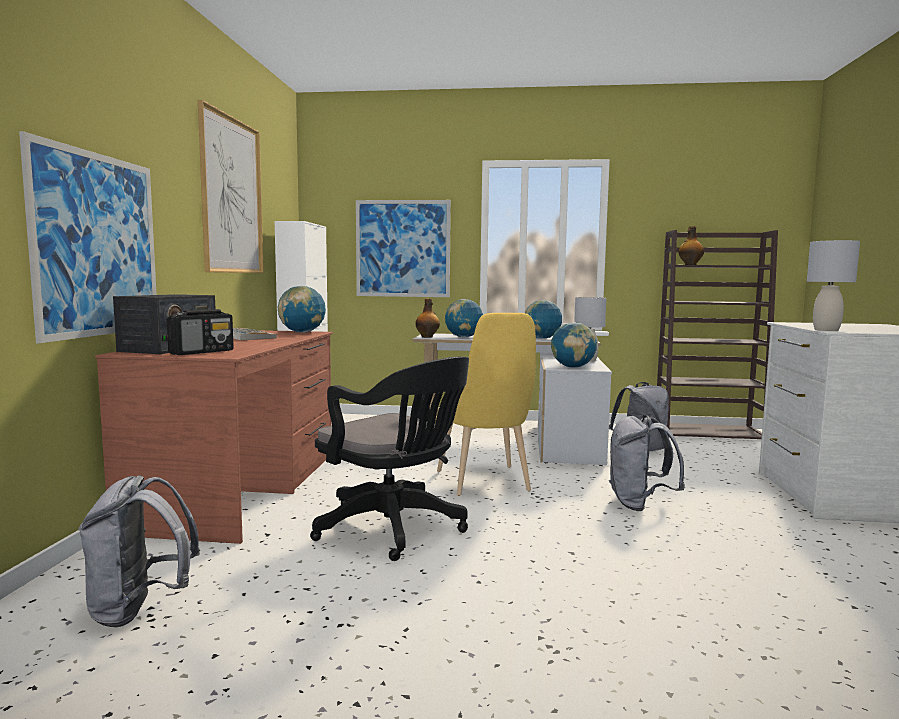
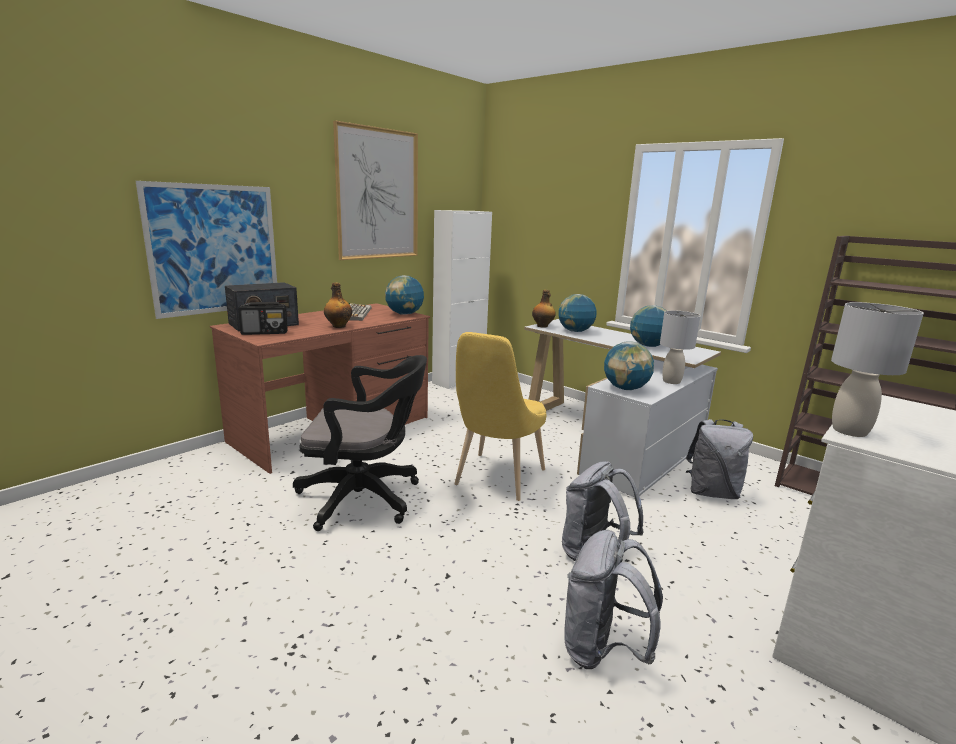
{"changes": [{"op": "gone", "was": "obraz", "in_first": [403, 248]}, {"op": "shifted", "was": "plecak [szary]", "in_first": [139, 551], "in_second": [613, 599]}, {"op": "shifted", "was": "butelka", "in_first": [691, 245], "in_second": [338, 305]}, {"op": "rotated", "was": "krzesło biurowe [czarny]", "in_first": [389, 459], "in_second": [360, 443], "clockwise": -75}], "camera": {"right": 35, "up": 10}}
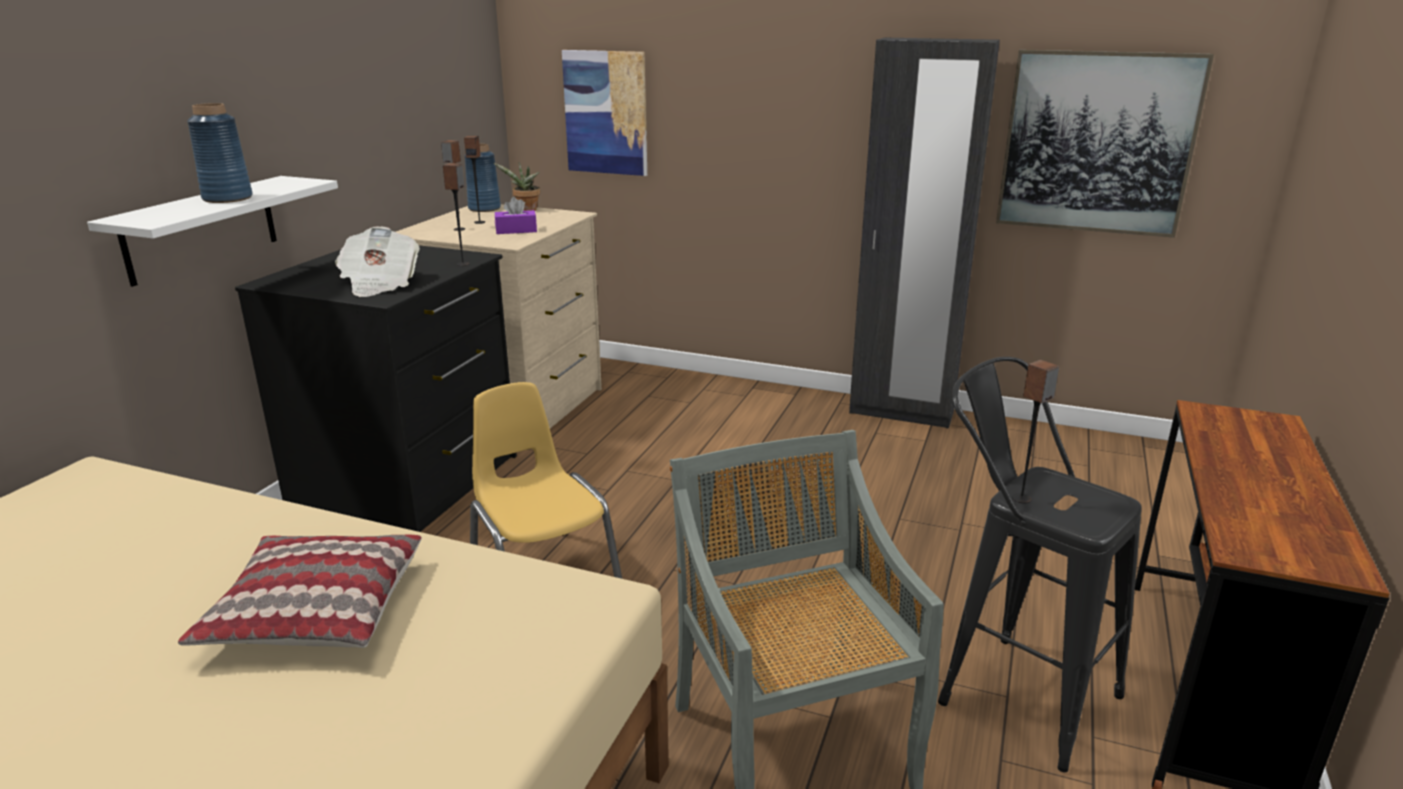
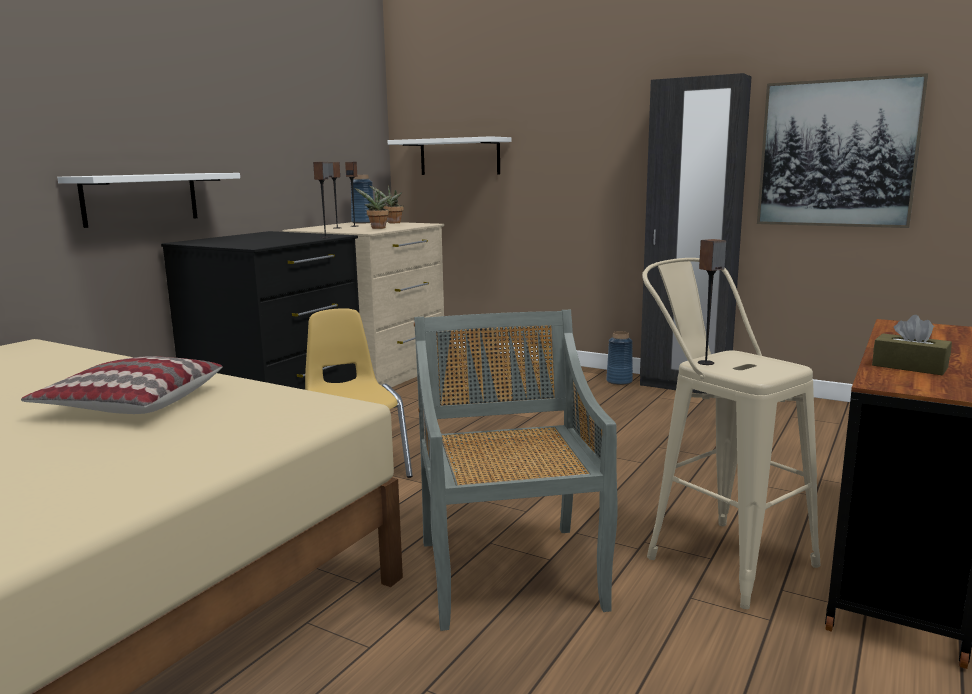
{"changes": [{"op": "gone", "was": "gazeta", "in_first": [377, 262]}, {"op": "new", "now": "pudełko chusteczek [brązowy]", "in_second": [912, 345]}, {"op": "shifted", "was": "wazon [niebieski]", "in_first": [220, 153], "in_second": [619, 358]}, {"op": "swapped", "was": "pudełko chusteczek [fioletowy]", "now": "roślina doniczkowa", "in_first": [516, 215], "in_second": [373, 208]}, {"op": "swapped", "was": "obraz", "now": "półka [biały]", "in_first": [604, 113], "in_second": [450, 155]}, {"op": "repainted", "was": "stołek [czarny]", "now": "stołek [beżowy]", "in_first": [1040, 564], "in_second": [731, 433]}], "camera": {"right": 10, "up": -10}}
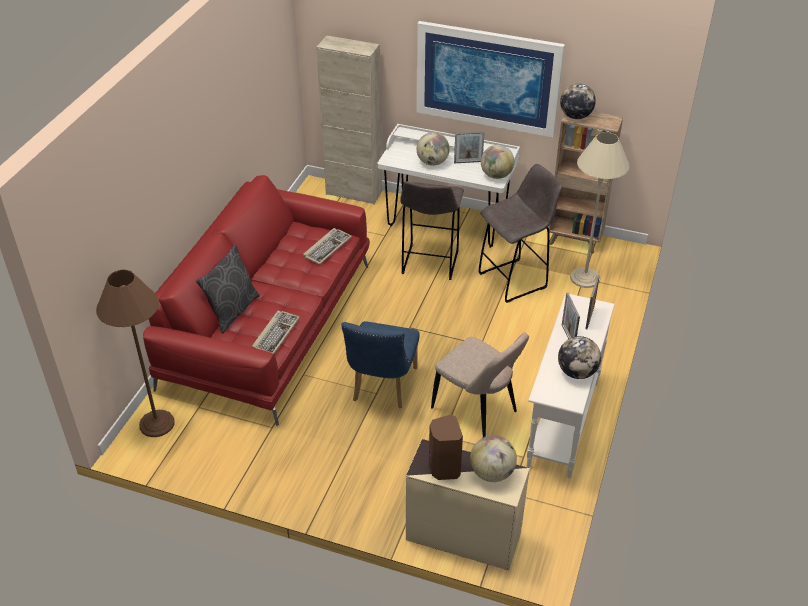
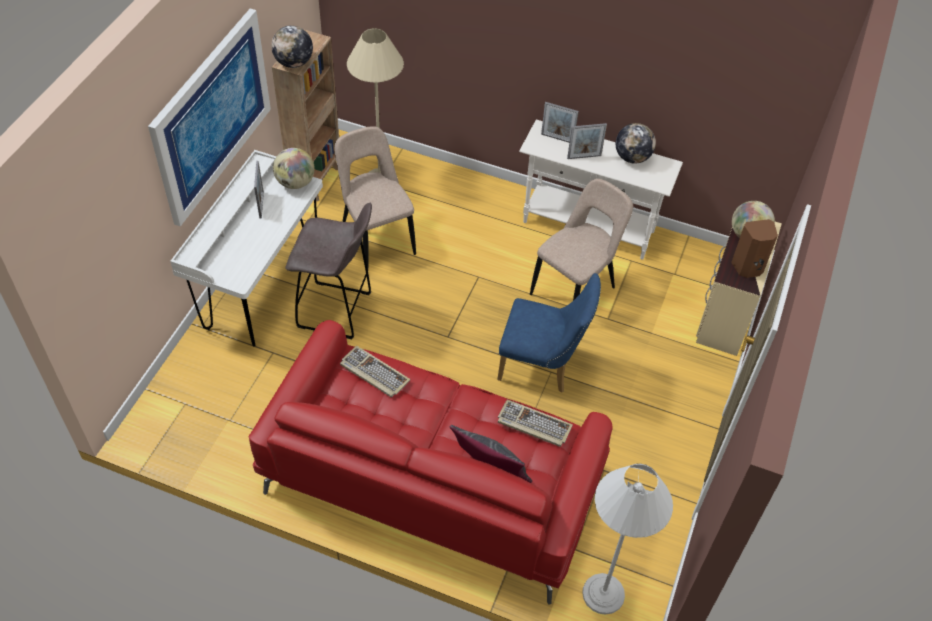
{"changes": [{"op": "gone", "was": "szafka [beżowy]", "in_first": [349, 120]}, {"op": "gone", "was": "globus", "in_first": [433, 149]}, {"op": "swapped", "was": "stołek [szary]", "now": "krzesło [beżowy]", "in_first": [520, 233], "in_second": [375, 197]}, {"op": "repainted", "was": "lampa stojąca [brązowy]", "now": "lampa stojąca [biały]", "in_first": [135, 353], "in_second": [627, 539]}], "camera": {"right": -90, "up": 10}}
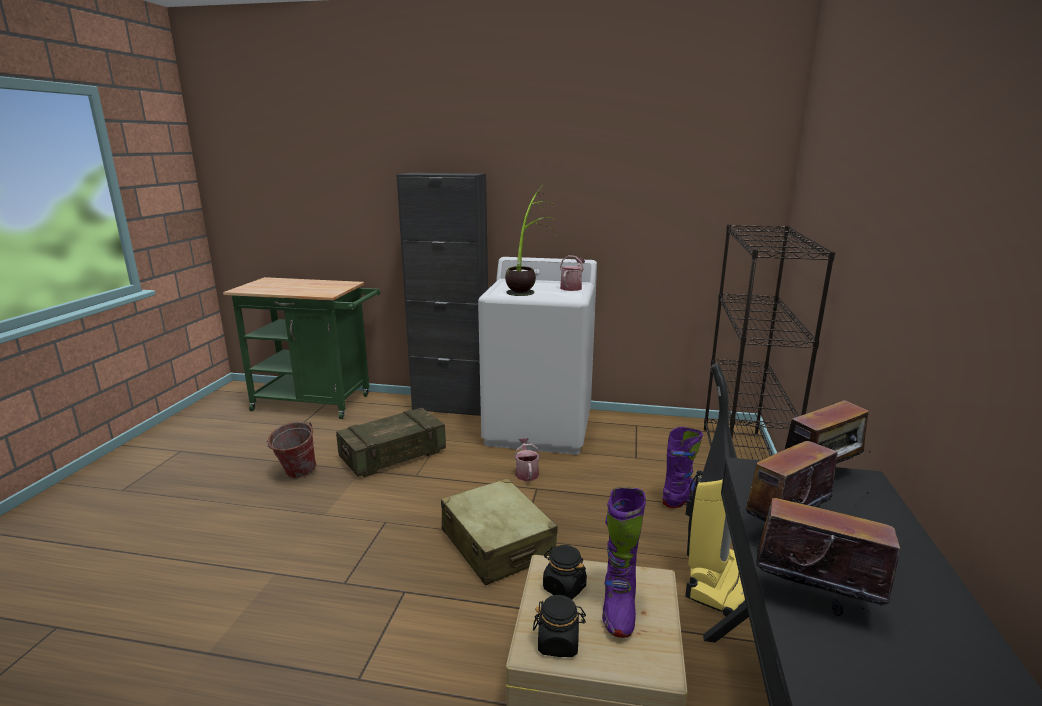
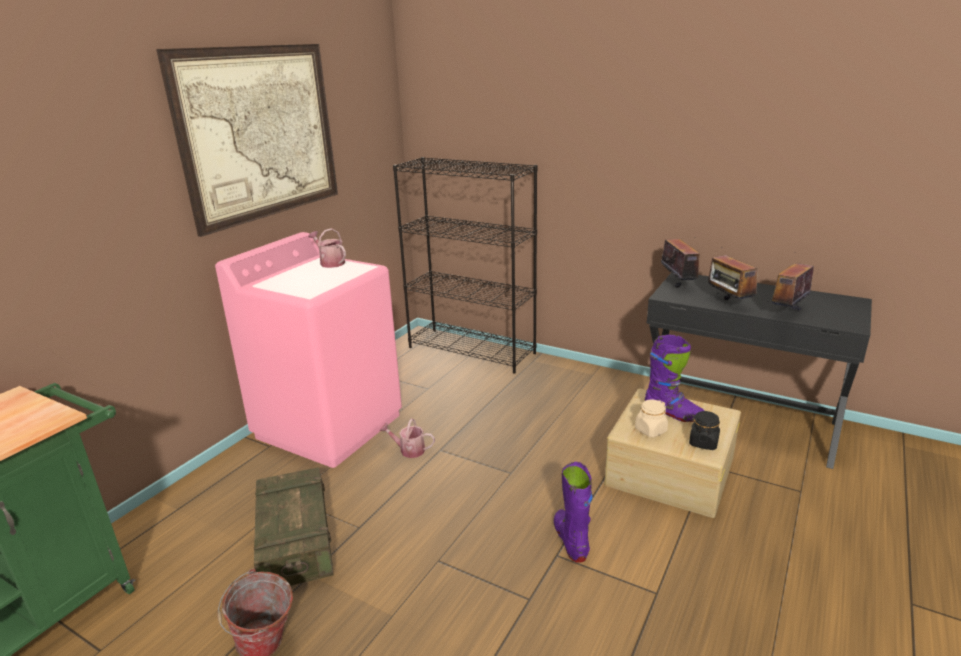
{"changes": [{"op": "gone", "was": "szafka [czarny]", "in_first": [442, 294]}, {"op": "gone", "was": "walizka [beżowy]", "in_first": [499, 532]}, {"op": "gone", "was": "roślina doniczkowa", "in_first": [530, 240]}, {"op": "gone", "was": "odkurzacz", "in_first": [715, 490]}, {"op": "new", "now": "obraz", "in_second": [247, 140]}, {"op": "shifted", "was": "but z cholewką [fioletowy]", "in_first": [683, 467], "in_second": [573, 512]}, {"op": "repainted", "was": "pralka [biały]", "now": "pralka [różowy]", "in_first": [537, 356], "in_second": [308, 350]}, {"op": "repainted", "was": "słoik [czarny]", "now": "słoik [beżowy]", "in_first": [565, 572], "in_second": [651, 418]}], "camera": {"right": -70, "up": 5}}
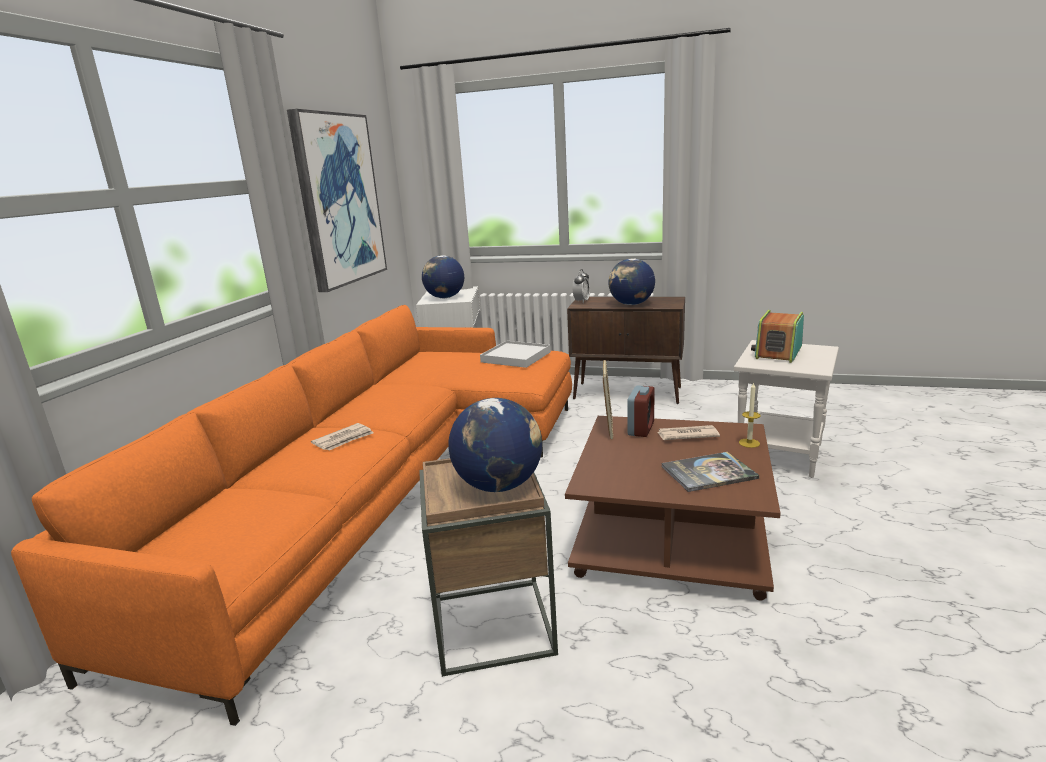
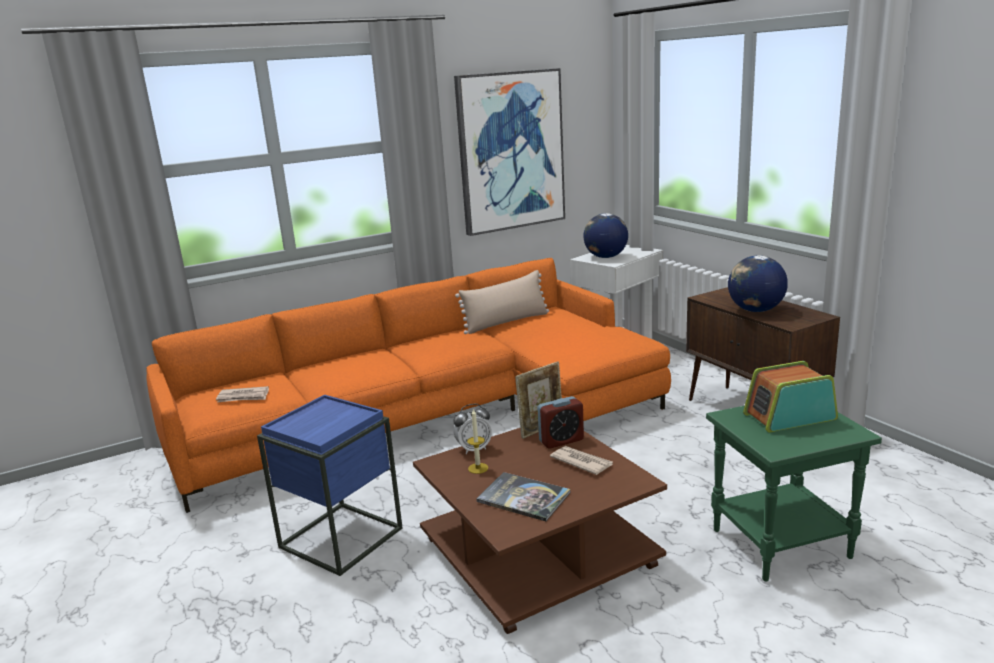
{"changes": [{"op": "gone", "was": "globus", "in_first": [495, 445]}, {"op": "gone", "was": "taca [biały]", "in_first": [515, 354]}, {"op": "new", "now": "poduszka [beżowy]", "in_second": [502, 302]}, {"op": "shifted", "was": "gazeta", "in_first": [342, 436], "in_second": [242, 394]}, {"op": "shifted", "was": "budzik", "in_first": [581, 286], "in_second": [472, 429]}, {"op": "shifted", "was": "świeca", "in_first": [749, 415], "in_second": [477, 441]}, {"op": "repainted", "was": "stolik [brązowy]", "now": "stolik [niebieski]", "in_first": [488, 567], "in_second": [330, 485]}, {"op": "repainted", "was": "stolik [biały]", "now": "stolik [zielony]", "in_first": [786, 409], "in_second": [794, 493]}], "camera": {"right": 45, "up": 0}}
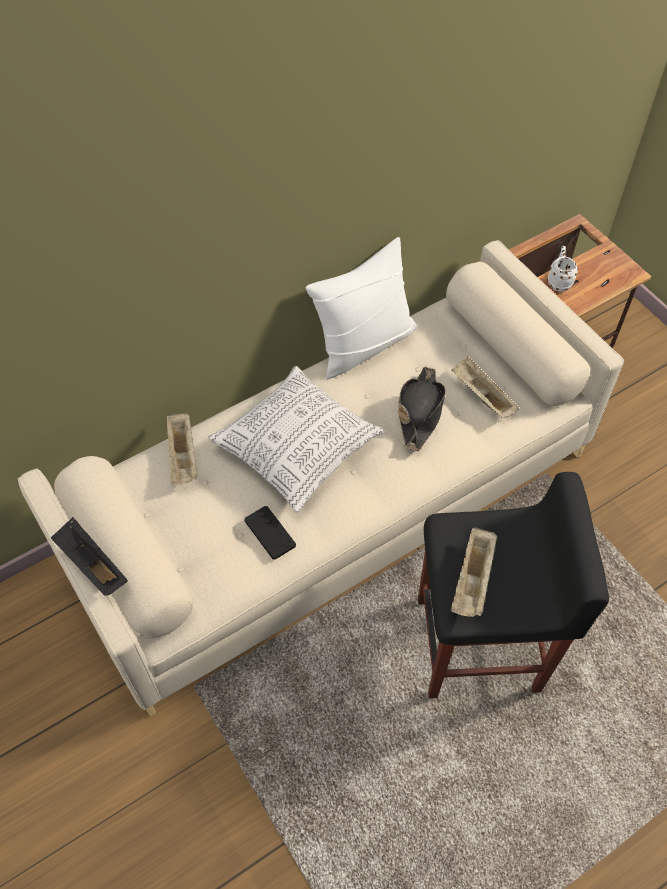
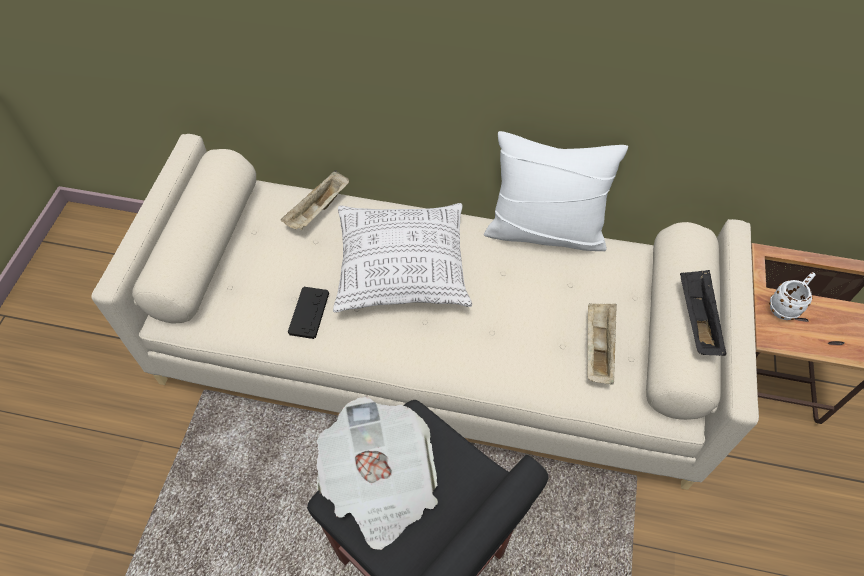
{"changes": [{"op": "gone", "was": "kapelusz [czarny]", "in_first": [422, 409]}, {"op": "shifted", "was": "taca [czarny]", "in_first": [89, 556], "in_second": [703, 313]}, {"op": "swapped", "was": "taca [beżowy]", "now": "gazeta", "in_first": [474, 572], "in_second": [377, 473]}], "camera": {"right": 45, "up": 0}}
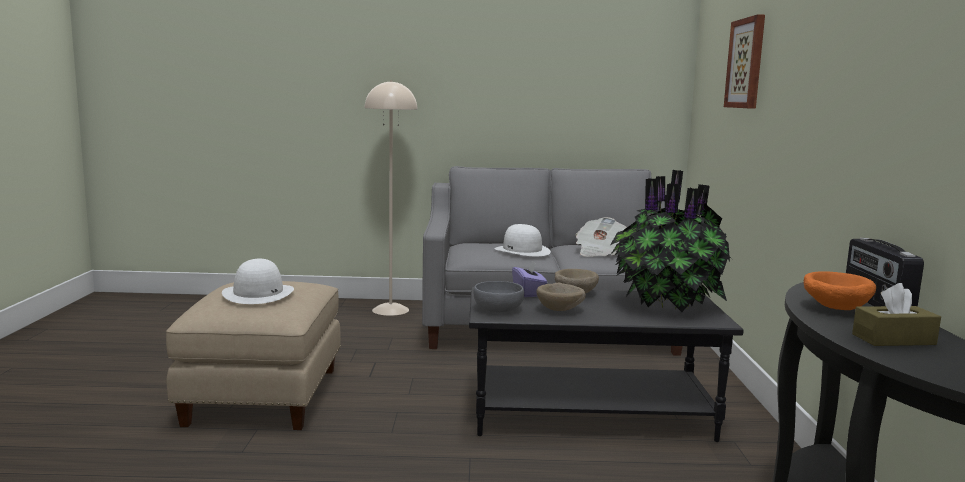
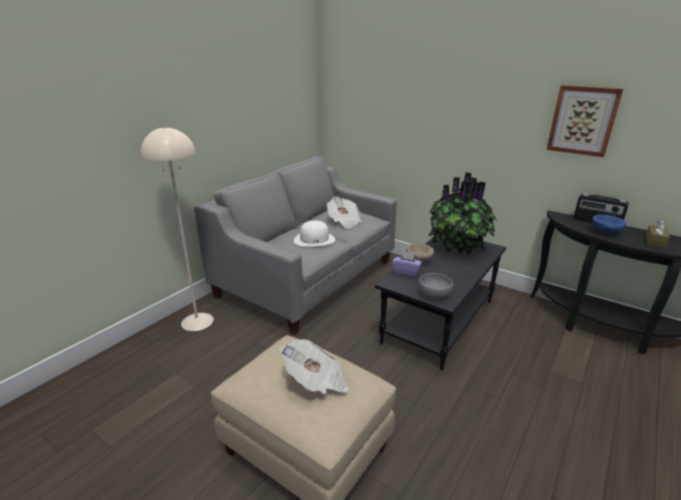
{"changes": [{"op": "gone", "was": "miska [beżowy]", "in_first": [561, 297]}, {"op": "shifted", "was": "obraz", "in_first": [744, 61], "in_second": [584, 121]}, {"op": "swapped", "was": "kapelusz [biały]", "now": "gazeta", "in_first": [258, 281], "in_second": [314, 366]}, {"op": "repainted", "was": "miska [pomarańczowy]", "now": "miska [niebieski]", "in_first": [840, 290], "in_second": [609, 224]}], "camera": {"right": -55, "up": 15}}
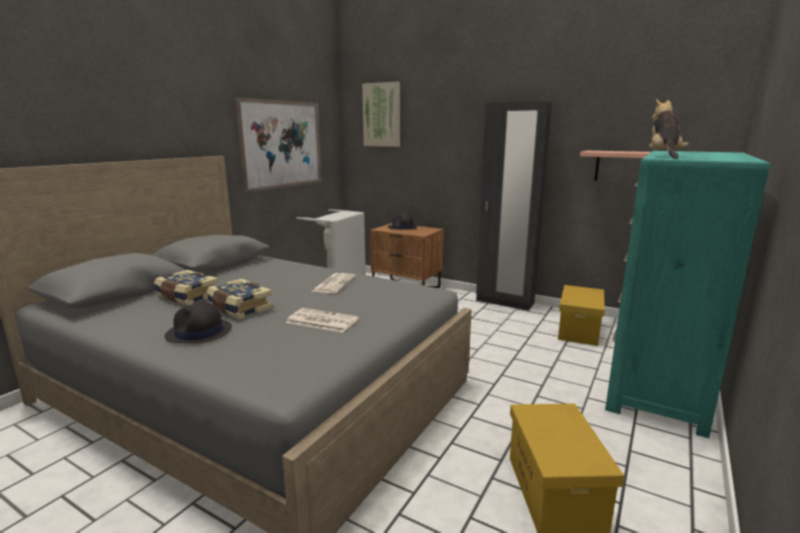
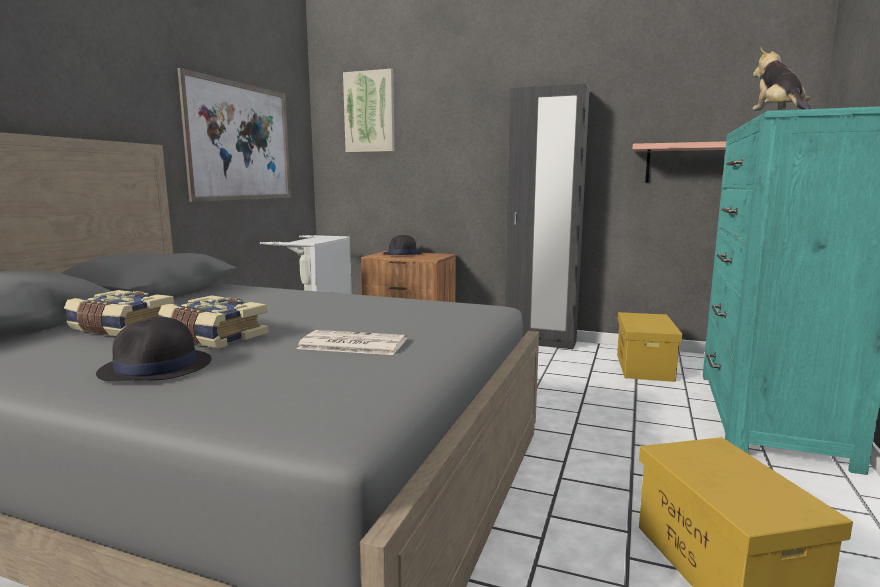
{"changes": [{"op": "gone", "was": "gazeta", "in_first": [334, 283]}], "camera": {"right": -10, "up": -5}}
